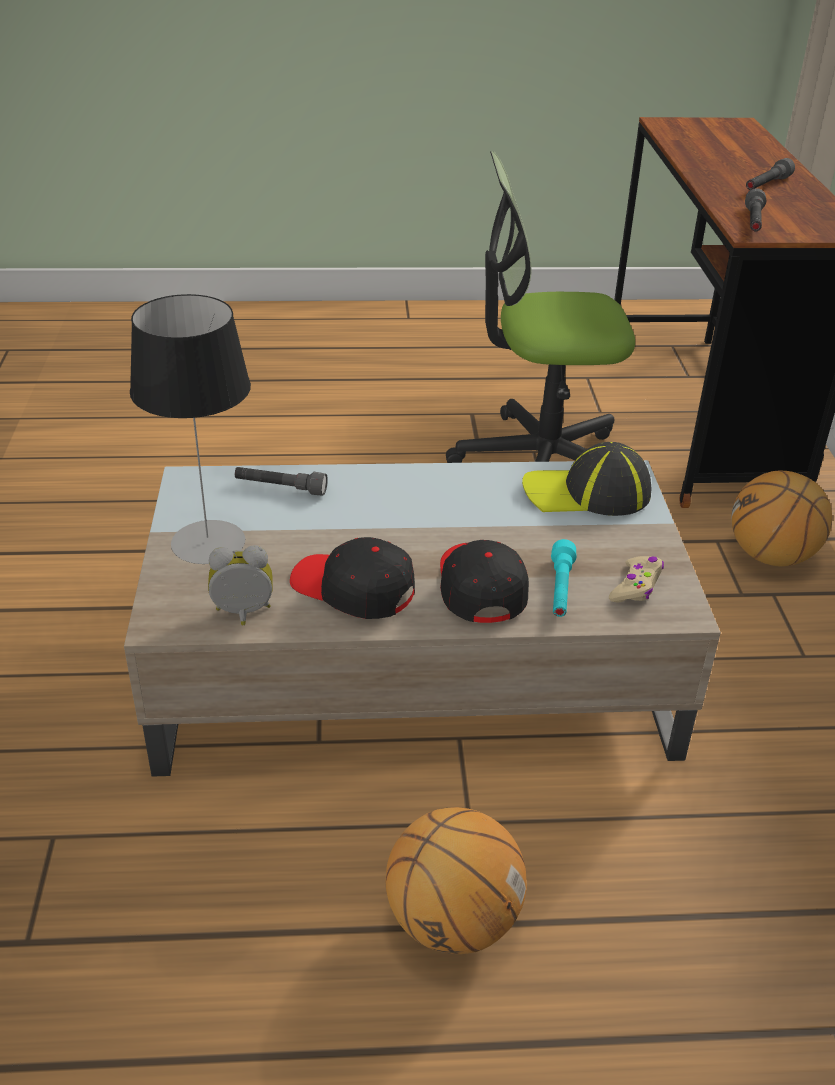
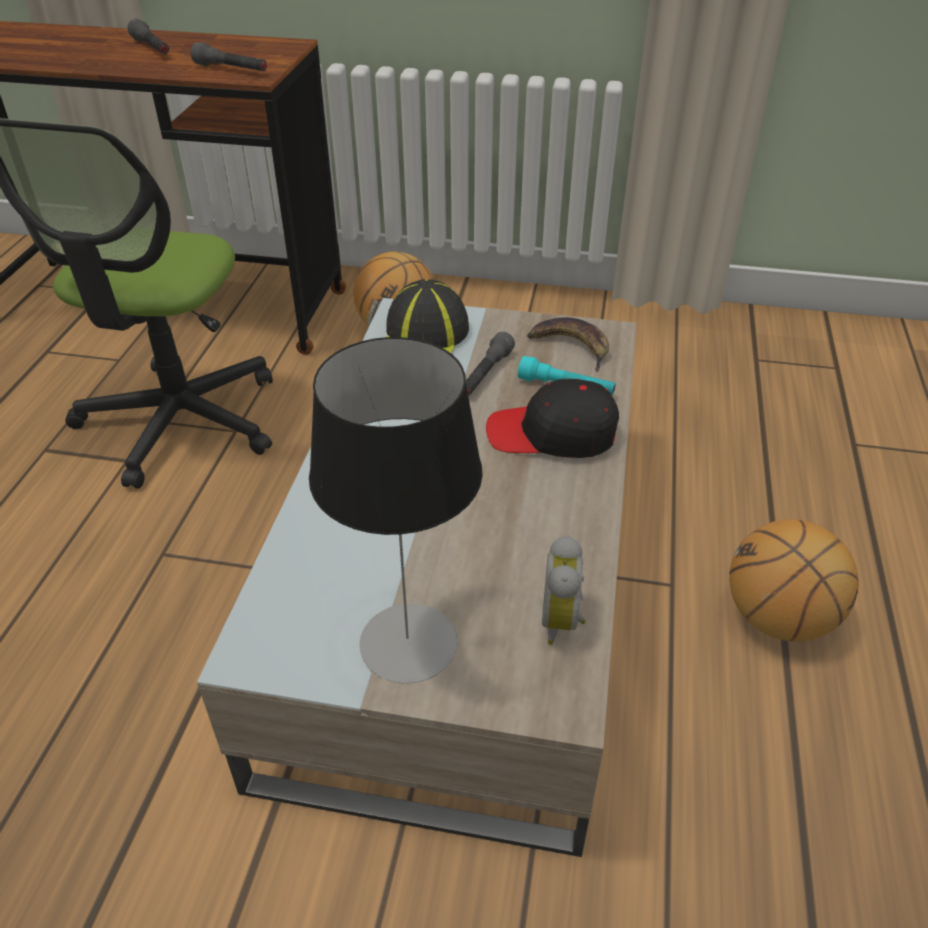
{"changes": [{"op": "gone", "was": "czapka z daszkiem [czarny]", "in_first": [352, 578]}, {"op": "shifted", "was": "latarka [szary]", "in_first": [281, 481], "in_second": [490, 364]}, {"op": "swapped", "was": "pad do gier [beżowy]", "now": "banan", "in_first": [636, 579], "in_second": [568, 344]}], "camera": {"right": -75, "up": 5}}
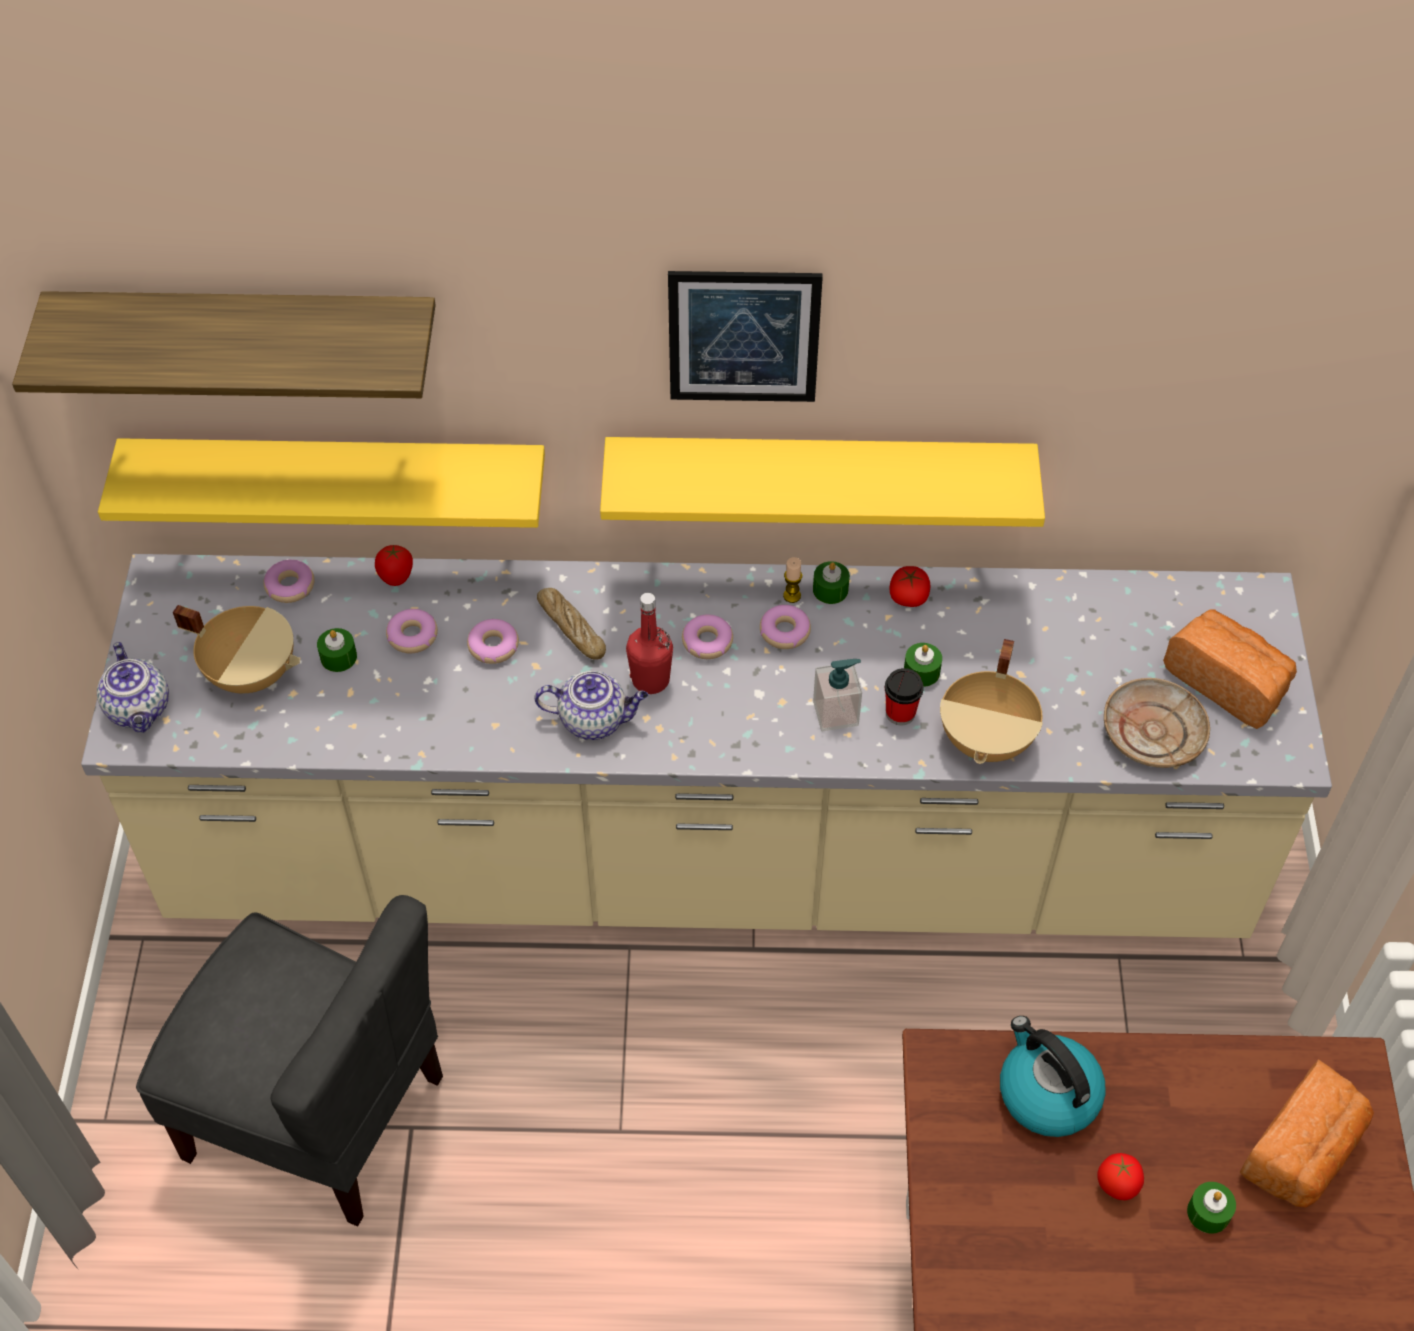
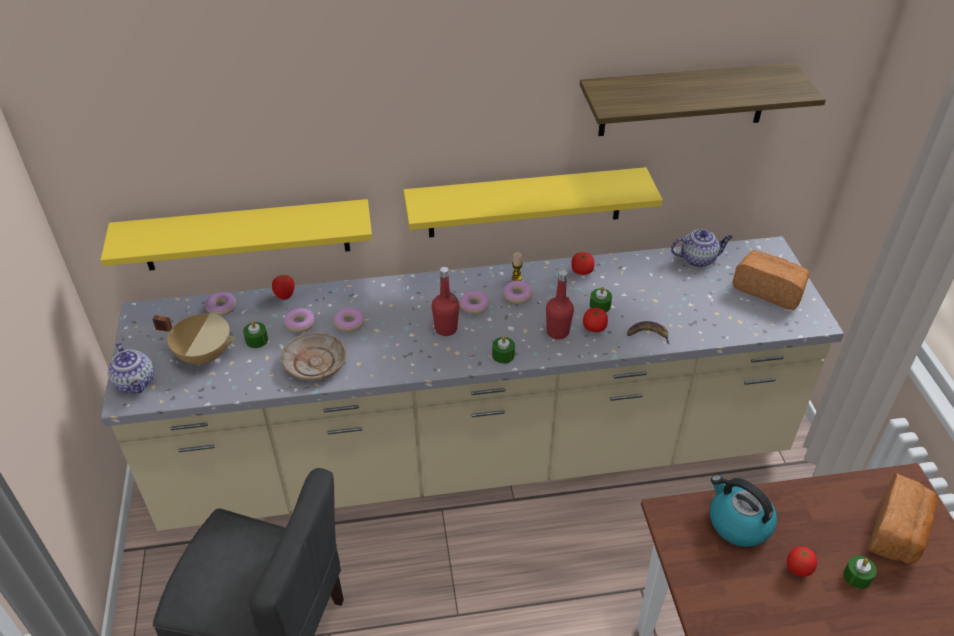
{"changes": [{"op": "gone", "was": "chleb", "in_first": [571, 624]}, {"op": "gone", "was": "obraz", "in_first": [745, 336]}, {"op": "shifted", "was": "półka", "in_first": [224, 344], "in_second": [703, 99]}, {"op": "shifted", "was": "imbryk", "in_first": [591, 705], "in_second": [702, 248]}, {"op": "shifted", "was": "świeca [zielony]", "in_first": [831, 582], "in_second": [503, 349]}, {"op": "shifted", "was": "talerz [beżowy]", "in_first": [1157, 723], "in_second": [313, 356]}, {"op": "swapped", "was": "dozownik mydła", "now": "butelka [czerwony]", "in_first": [837, 695], "in_second": [560, 304]}, {"op": "swapped", "was": "filiżanka", "now": "pomidor", "in_first": [904, 696], "in_second": [595, 320]}, {"op": "swapped", "was": "garnek [beżowy]", "now": "banan", "in_first": [991, 701], "in_second": [648, 332]}], "camera": {"right": -10, "up": -10}}
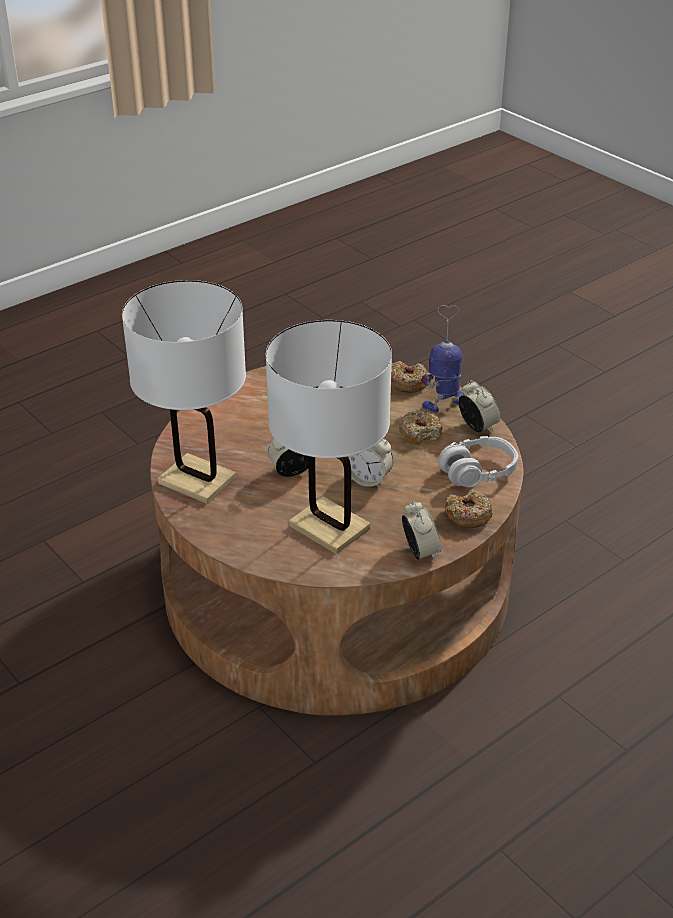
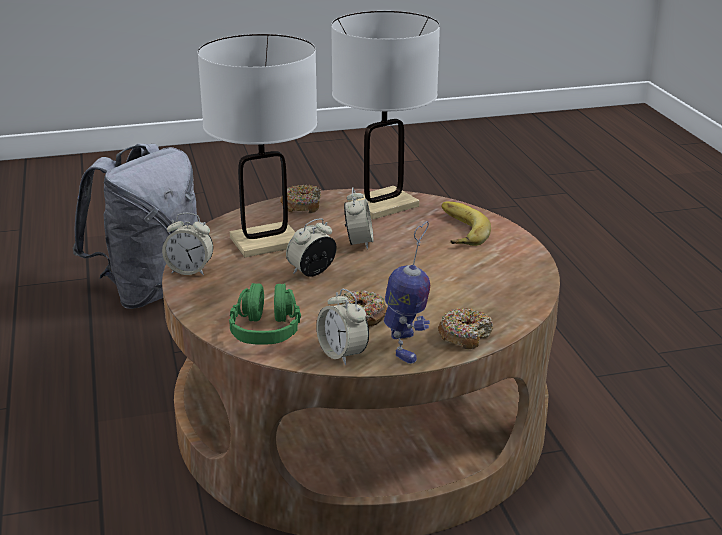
{"changes": [{"op": "new", "now": "plecak [szary]", "in_second": [135, 226]}, {"op": "new", "now": "banan", "in_second": [466, 223]}, {"op": "shifted", "was": "donut", "in_first": [469, 508], "in_second": [300, 199]}, {"op": "repainted", "was": "słuchawki [szary]", "now": "słuchawki [zielony]", "in_first": [478, 461], "in_second": [265, 314]}, {"op": "rotated", "was": "budzik", "in_first": [479, 406], "in_second": [342, 327], "clockwise": 60}], "camera": {"right": 115, "up": -10}}
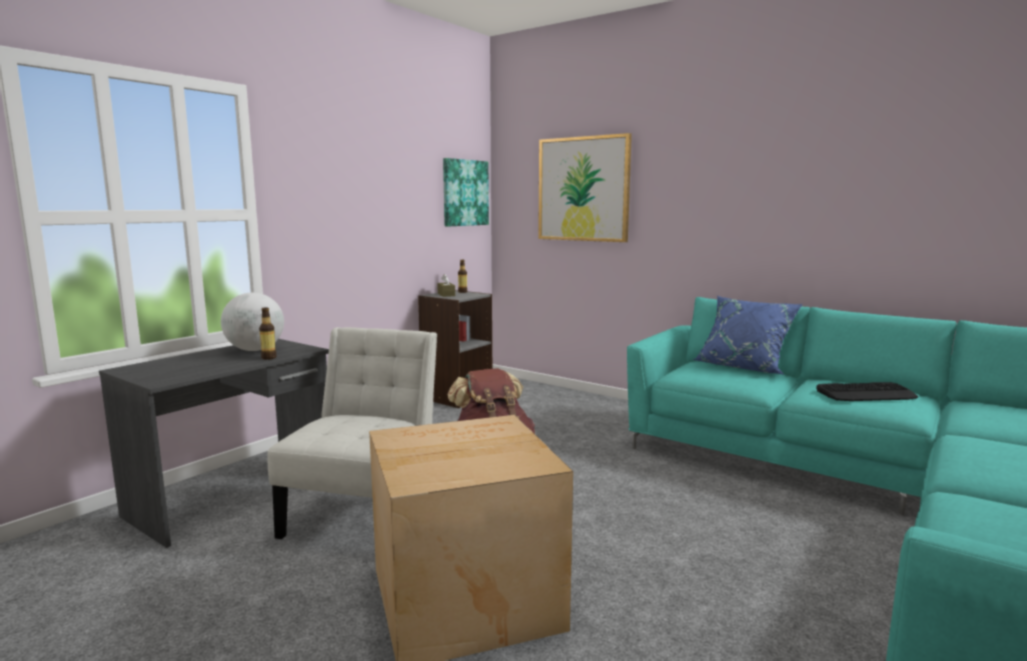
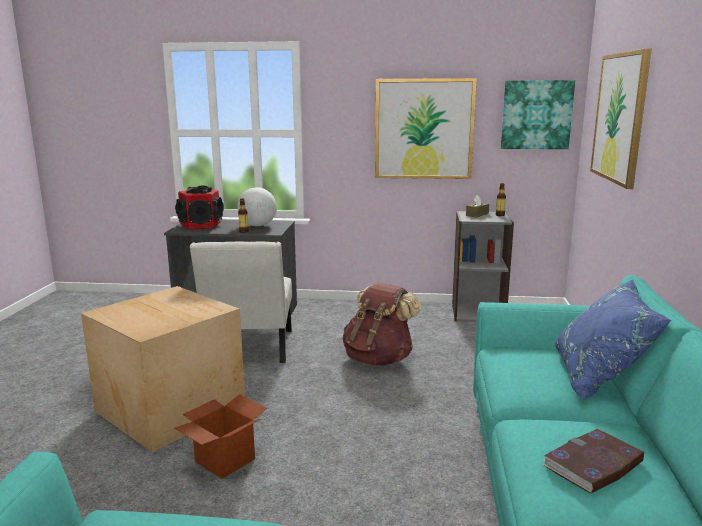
{"changes": [{"op": "new", "now": "karton", "in_second": [220, 436]}, {"op": "new", "now": "głośnik", "in_second": [199, 208]}, {"op": "new", "now": "obraz", "in_second": [426, 128]}, {"op": "swapped", "was": "klawiatura", "now": "książka", "in_first": [867, 391], "in_second": [593, 461]}, {"op": "rotated", "was": "krzesło [biały]", "in_first": [352, 433], "in_second": [241, 302], "clockwise": 105}], "camera": {"right": 60, "up": 5}}
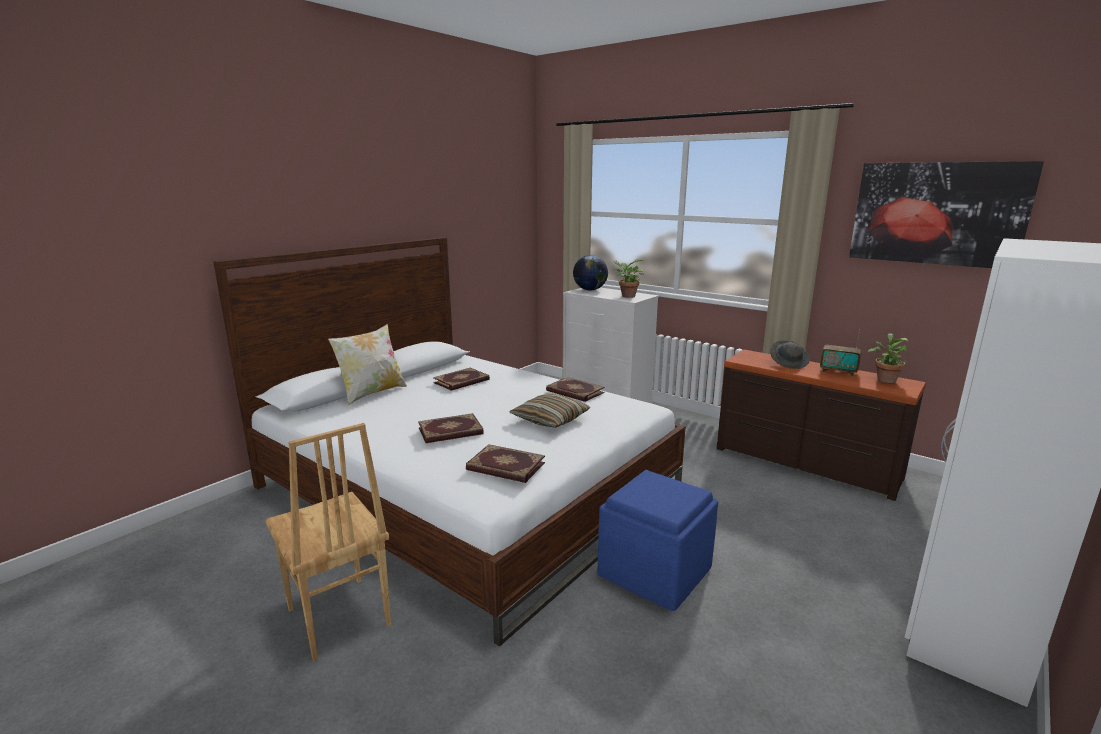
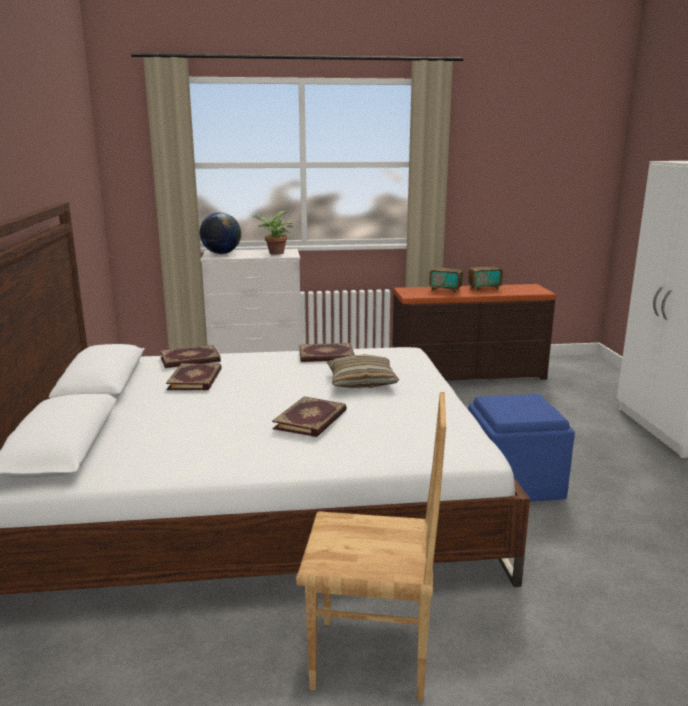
{"changes": [{"op": "gone", "was": "poduszka", "in_first": [367, 364]}, {"op": "gone", "was": "obraz", "in_first": [946, 214]}, {"op": "gone", "was": "roślina doniczkowa", "in_first": [888, 358]}, {"op": "shifted", "was": "książka", "in_first": [505, 463], "in_second": [190, 356]}, {"op": "swapped", "was": "kapelusz [szary]", "now": "radio", "in_first": [790, 354], "in_second": [446, 274]}], "camera": {"right": -45, "up": 0}}
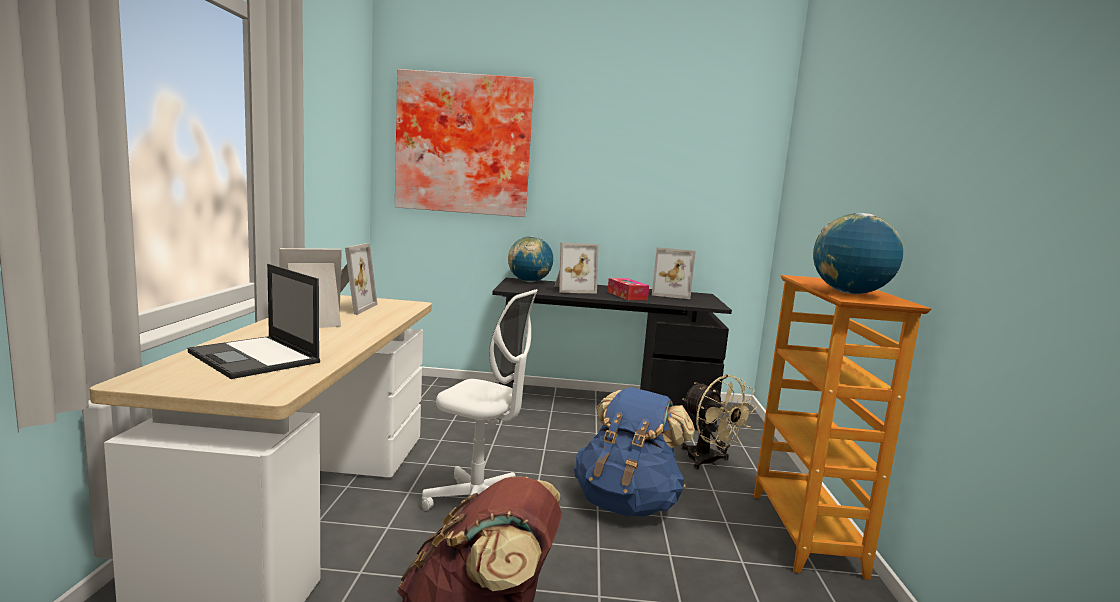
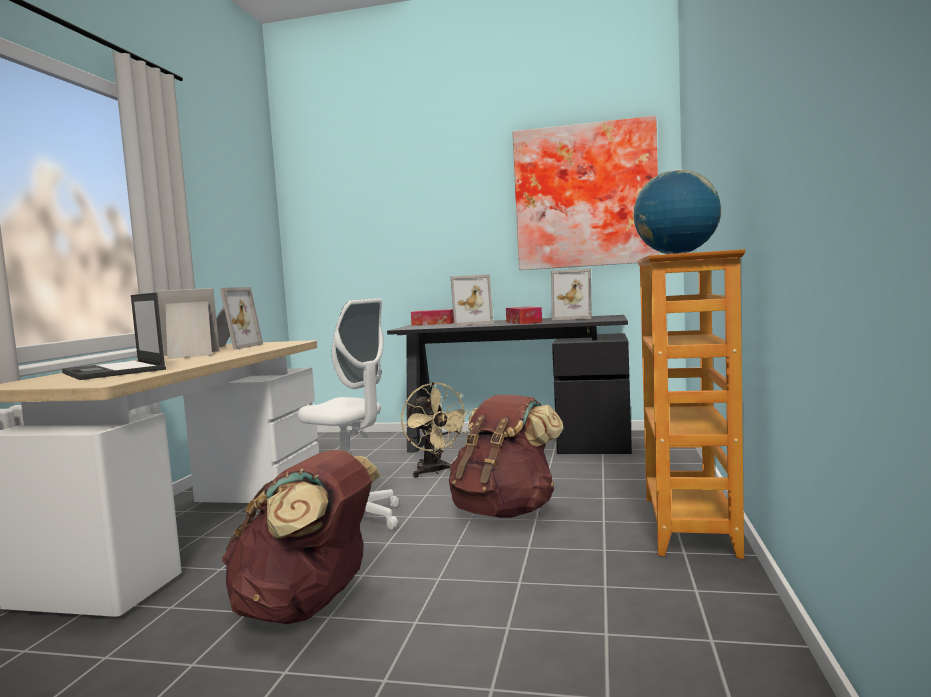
{"changes": [{"op": "shifted", "was": "obraz", "in_first": [464, 143], "in_second": [586, 193]}, {"op": "shifted", "was": "wentylator [beżowy]", "in_first": [719, 421], "in_second": [436, 430]}, {"op": "swapped", "was": "globus", "now": "pudełko chusteczek", "in_first": [530, 259], "in_second": [432, 317]}, {"op": "repainted", "was": "plecak [niebieski]", "now": "plecak [brązowy]", "in_first": [634, 452], "in_second": [506, 456]}], "camera": {"right": 10, "up": -5}}
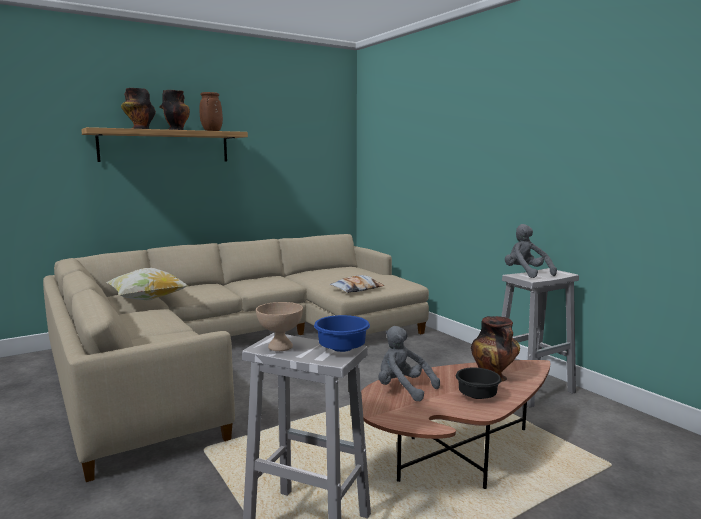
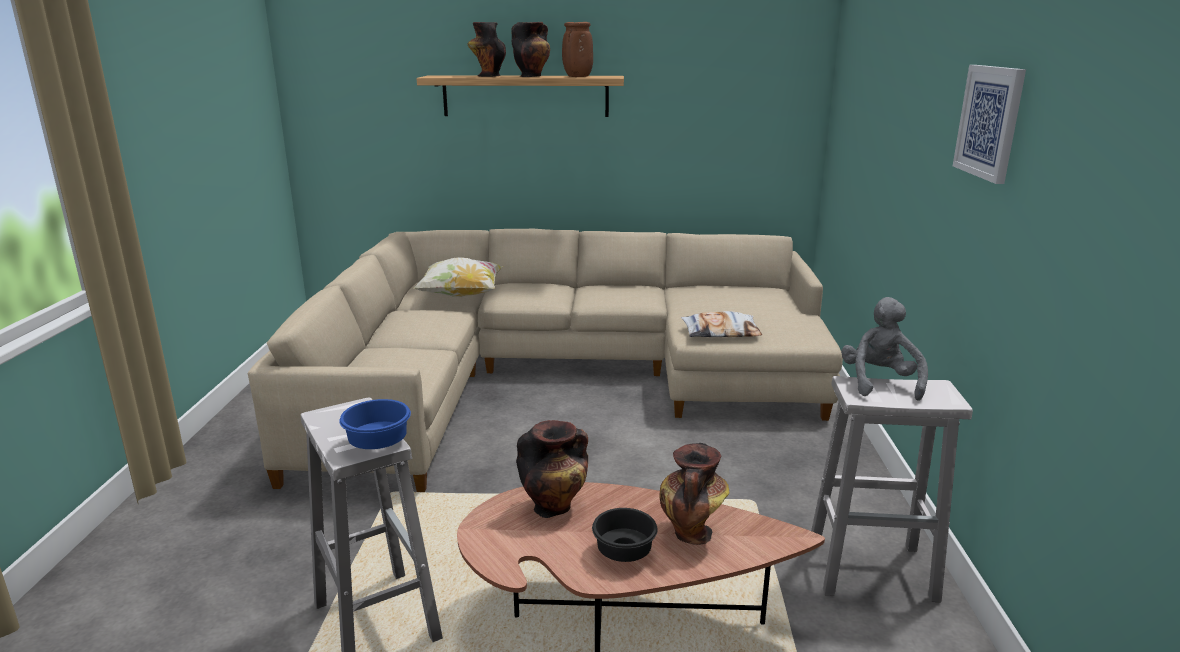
{"changes": [{"op": "gone", "was": "miska [beżowy]", "in_first": [279, 326]}, {"op": "new", "now": "obraz", "in_second": [989, 124]}, {"op": "swapped", "was": "pluszak [szary]", "now": "wazon", "in_first": [409, 364], "in_second": [552, 469]}], "camera": {"right": 35, "up": 10}}
